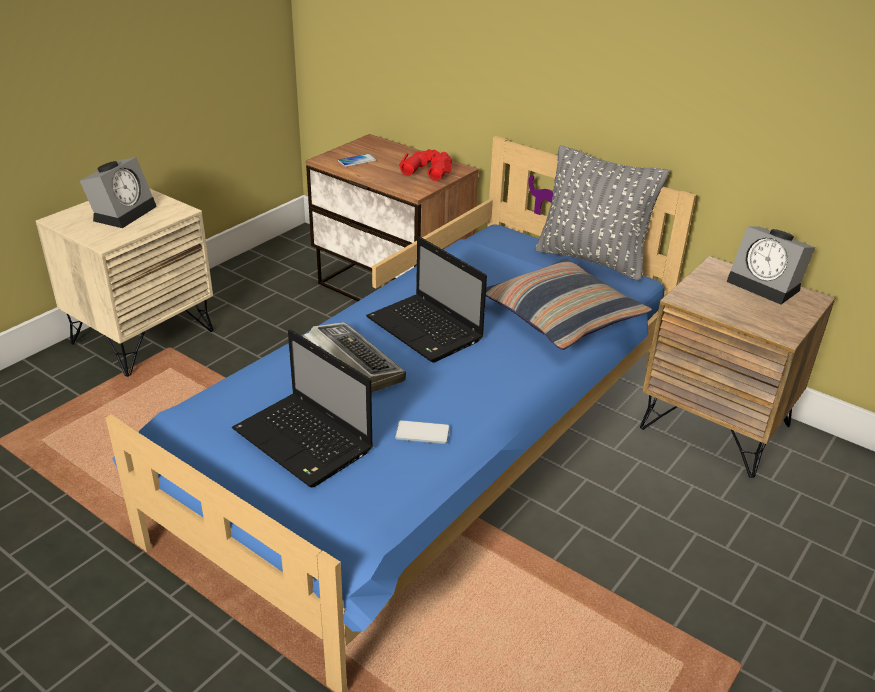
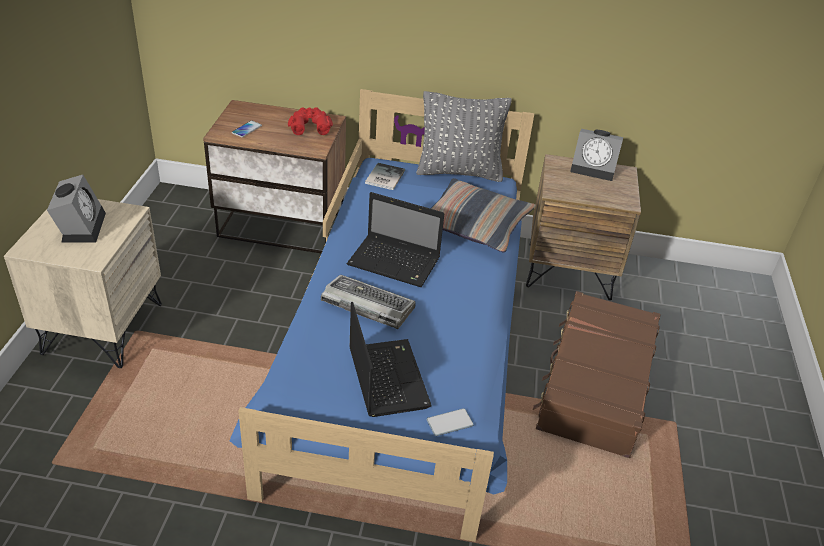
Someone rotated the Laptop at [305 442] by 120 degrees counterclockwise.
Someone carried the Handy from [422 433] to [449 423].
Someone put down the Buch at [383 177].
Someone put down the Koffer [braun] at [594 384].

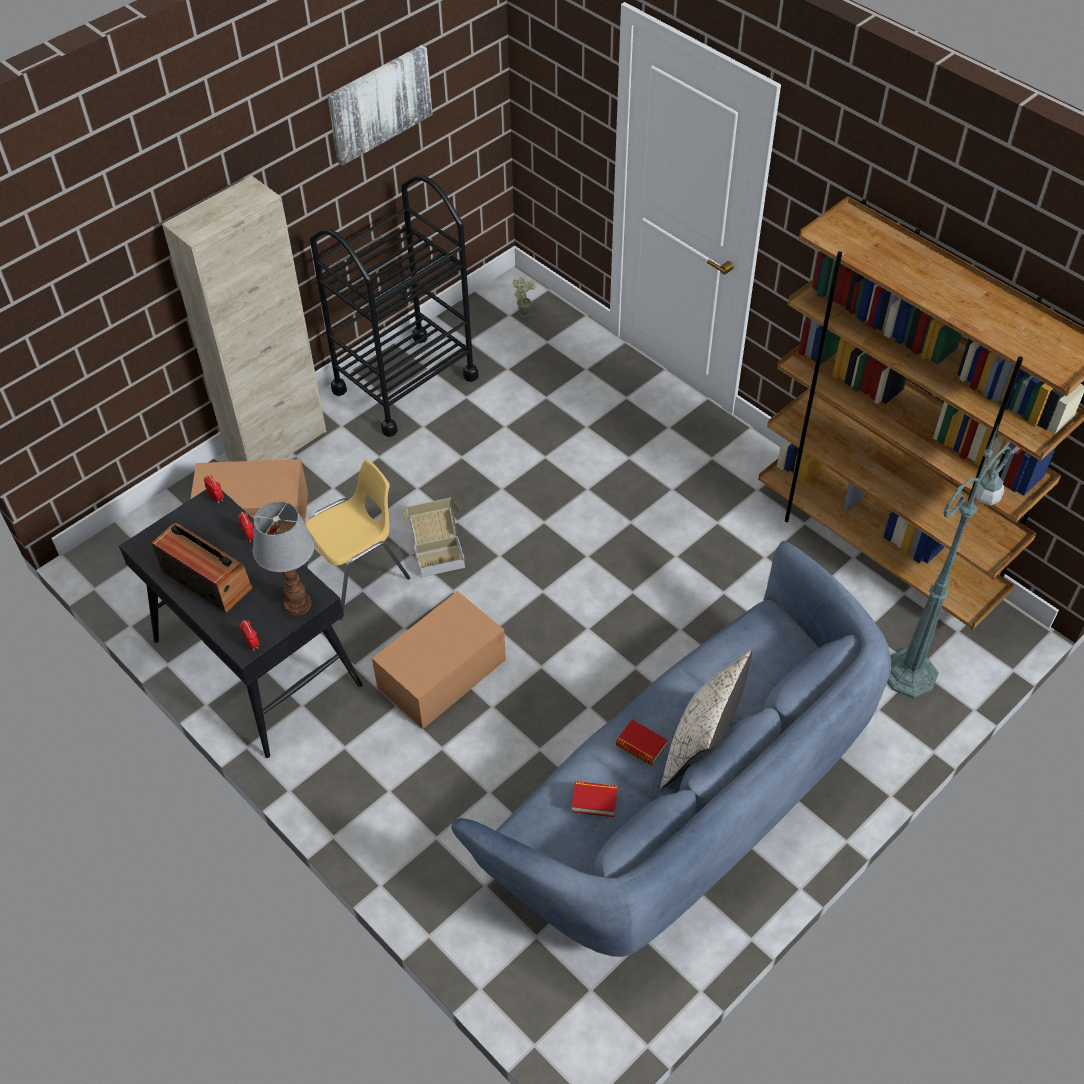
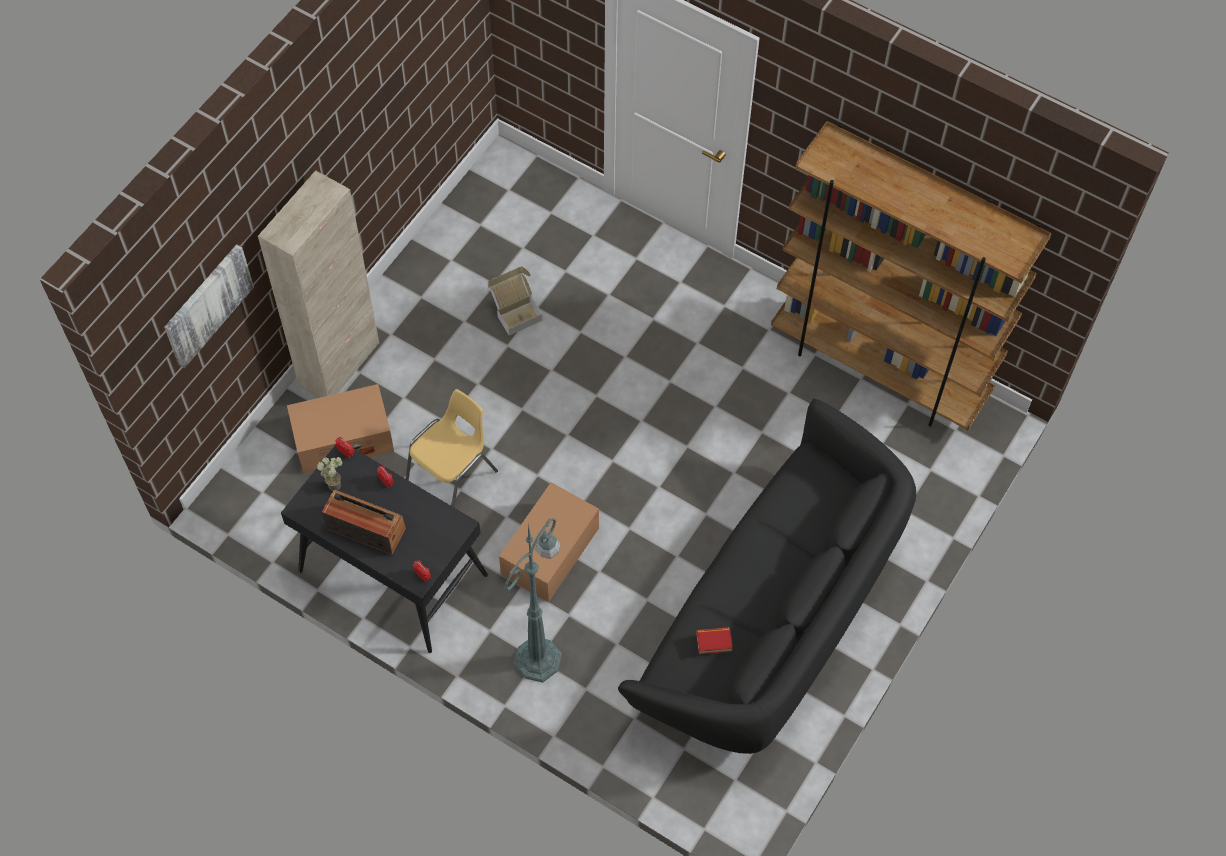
Someone took away the Tischlampe at [298 603].
Someone took away the Rollwagen [schwarz] at [405 384].
Someone carried the Bild from [379 103] to [207 304].
Someone carried the Karton from [437 551] to [515 311].
Someone repainted the Sofa [blau] at [685 801], which became the Sofa [schwarz] at [771 618].
Someone carried the Topfpflanze from [525 311] to [335 482].
Someone took away the Buch at [641 745].
Someone took away the Kissen [beige] at [701 747].
Someone carried the Stehlampe [grün] from [911 672] to [539 657].

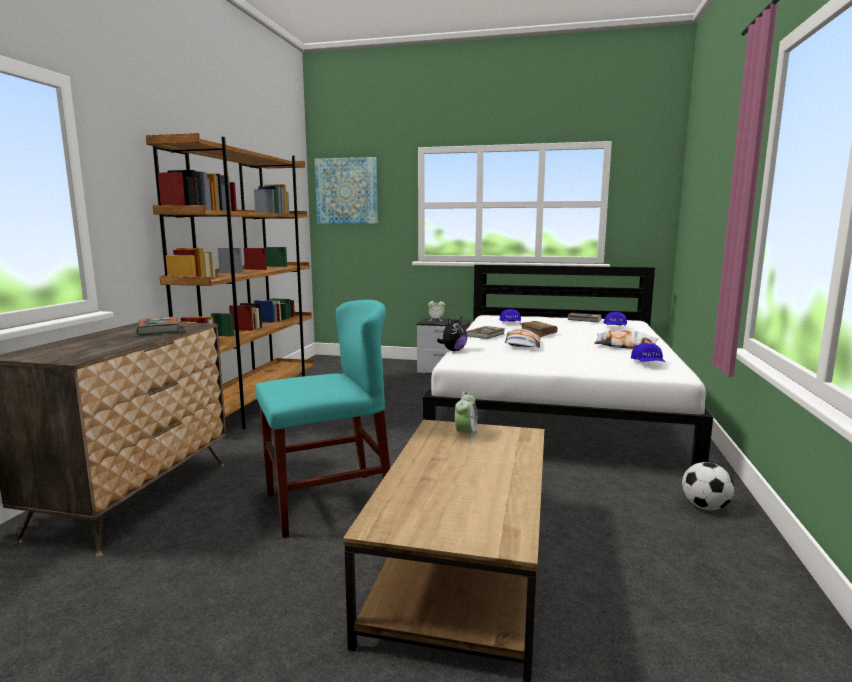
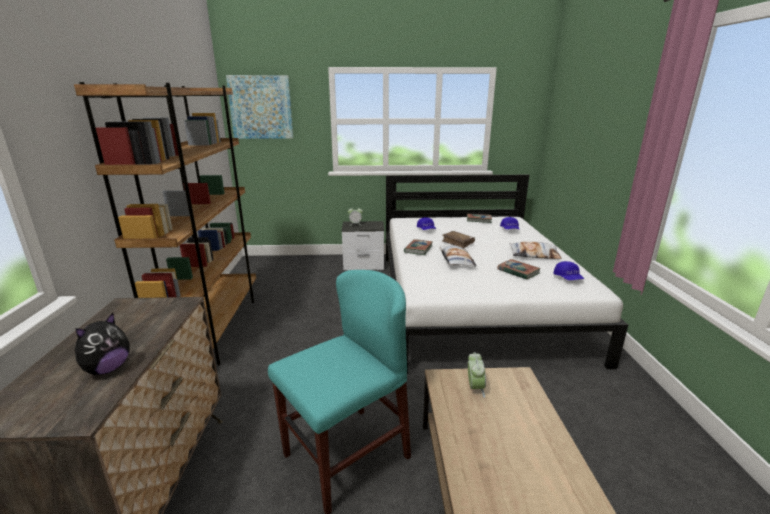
Someone carried the Buch from [158 330] to [518 271].
Someone carried the Plüschtier from [453 350] to [107 369].
Someone took away the Fußball at [705 507].

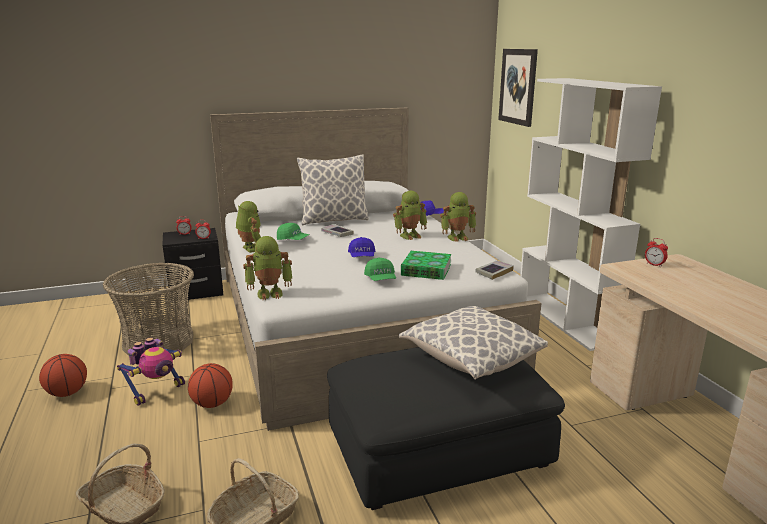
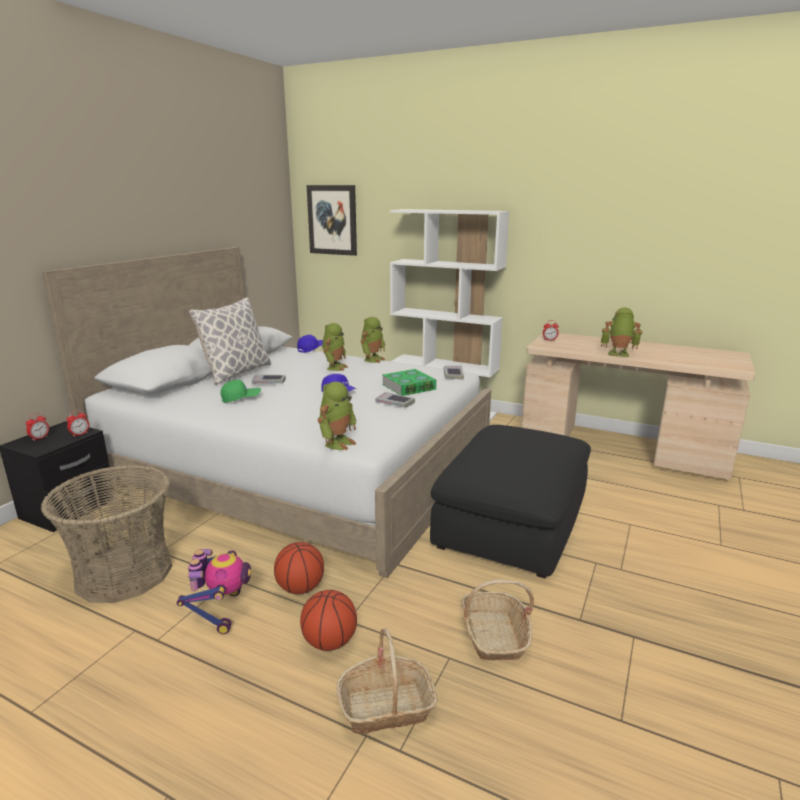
Someone carried the Basketball from [67 393] to [329 642].
Someone carried the Spielzeugroboter from [250 249] to [618 354].
Someone swapped the Kappe [grün] at [381 279] for the Buch at [395 403].
Someone took away the Kissen at [470 359].

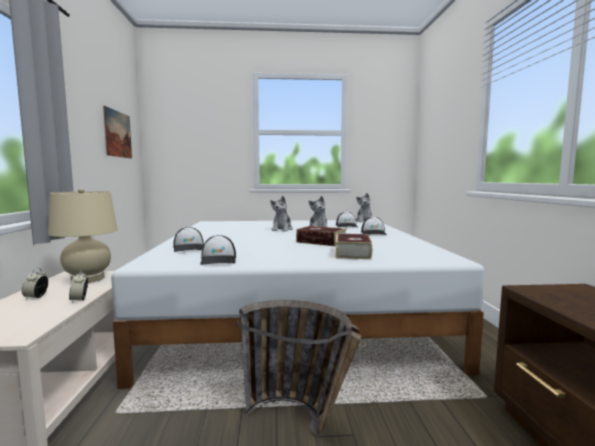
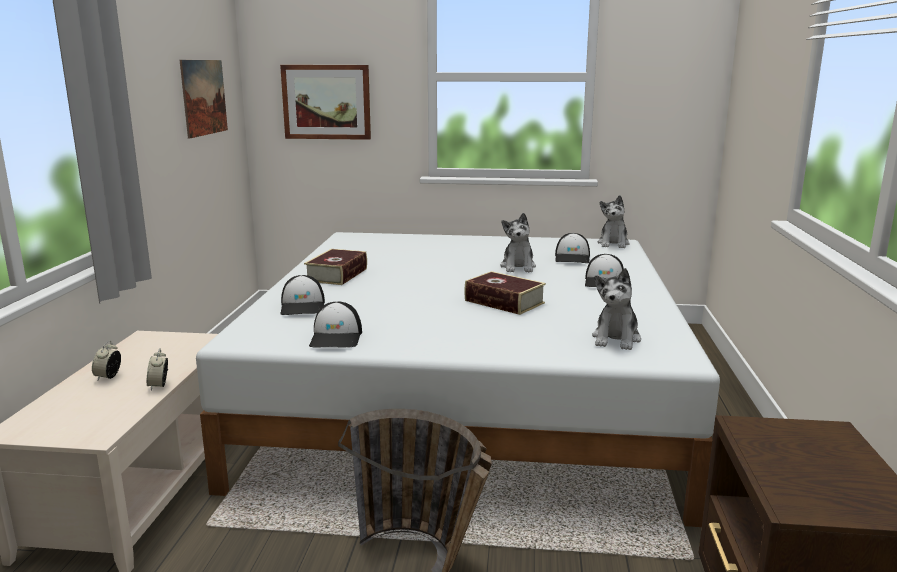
Someone took away the Tischlampe [beige] at [88 279].
Someone carried the Plüschtier from [282 229] to [616 339].
Someone carried the Buch from [352 253] to [337 275].
Someone put up the Bild at [326 102].

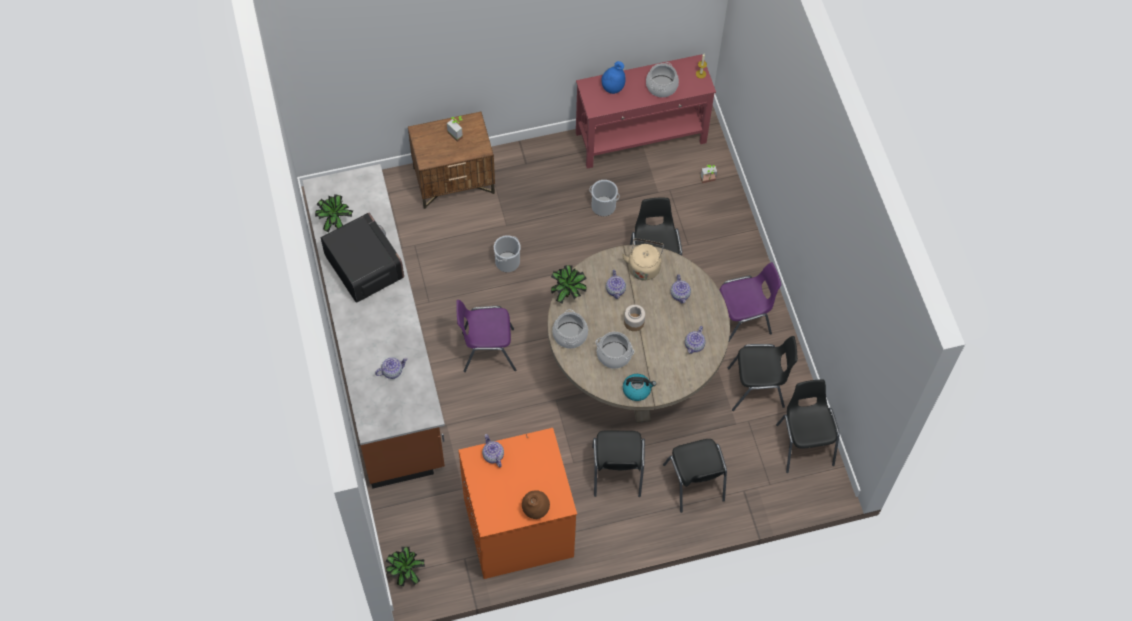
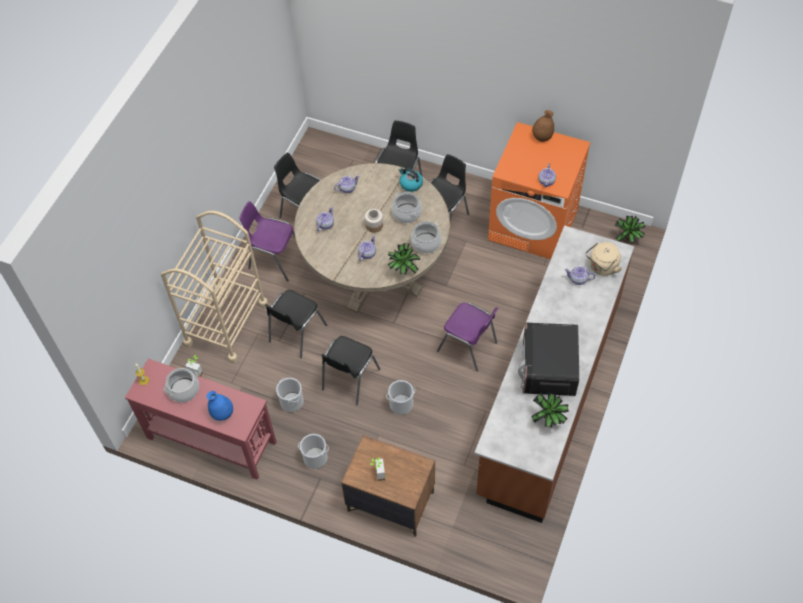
Someone carried the Wasserkessel [beige] from [644 266] to [602 267].
Someone carried the Stuhl [schwarz] from [804 443] to [349 380].
Someone put down the Rollwagen [beige] at [226 324].
Someone put down the Eimer at [315 458].

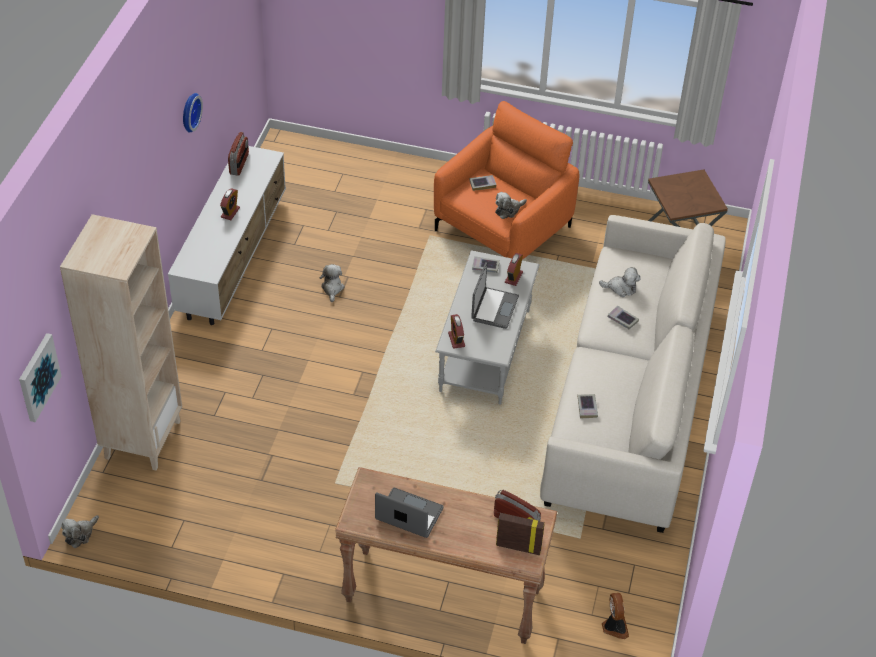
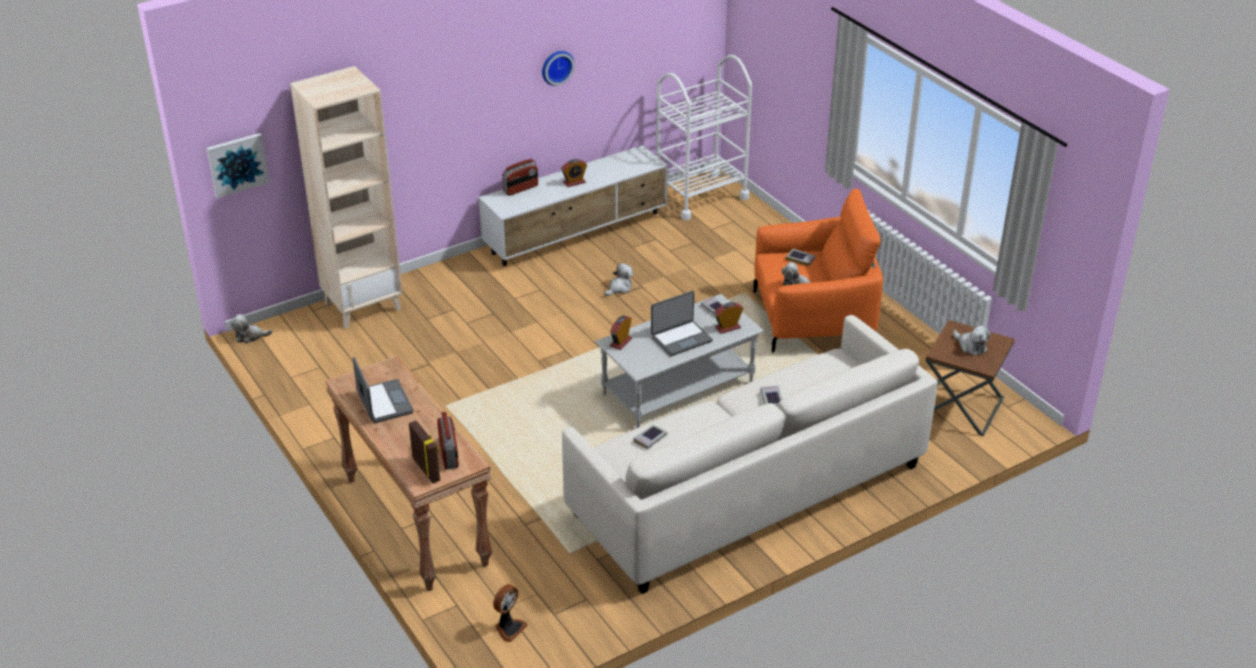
Someone carried the Radio from [239 164] to [521 189].
Someone carried the Plüschtier from [621 288] to [970 346].
Someone put down the Rollwagen [weiß] at [700 196].

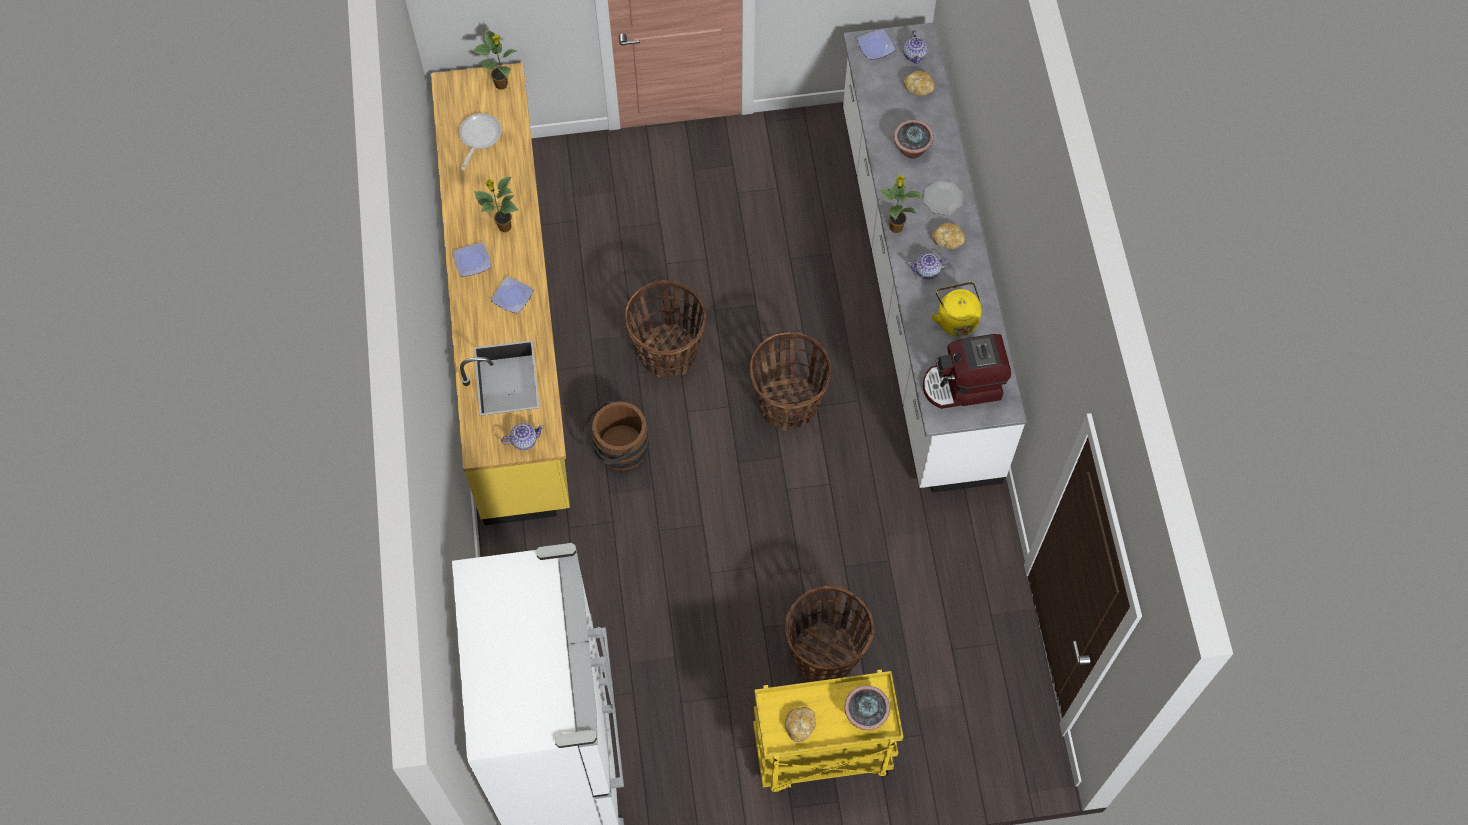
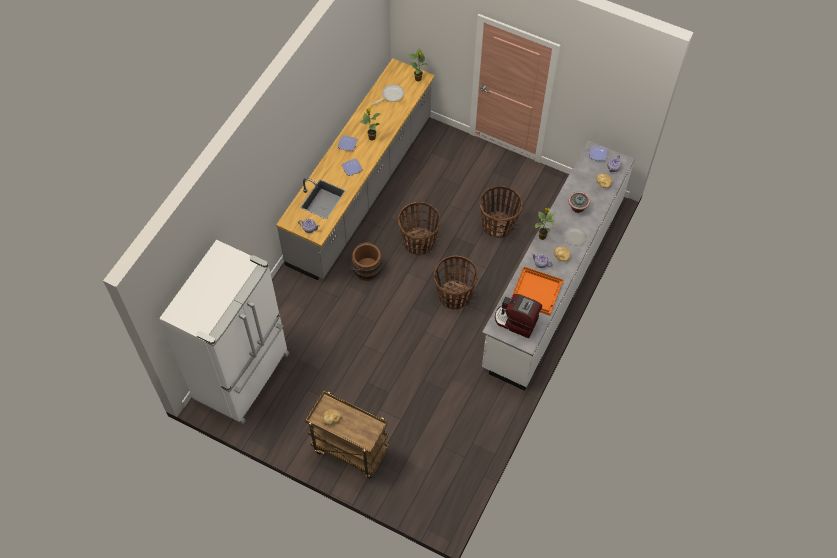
Someone repainted the Küchenzeile [gelb] at [511 324], which became the Küchenzeile [grau] at [361 190].
Someone repainted the Rollwagen [gelb] at [821 753], which became the Rollwagen [braun] at [349 450].
Someone carried the Korb from [825 653] to [498 225].
Someone took away the Topfpflanze at [865 715].
Someone swapped the Wasserkessel [gelb] at [955 318] for the Tablett [orange] at [537 291].

